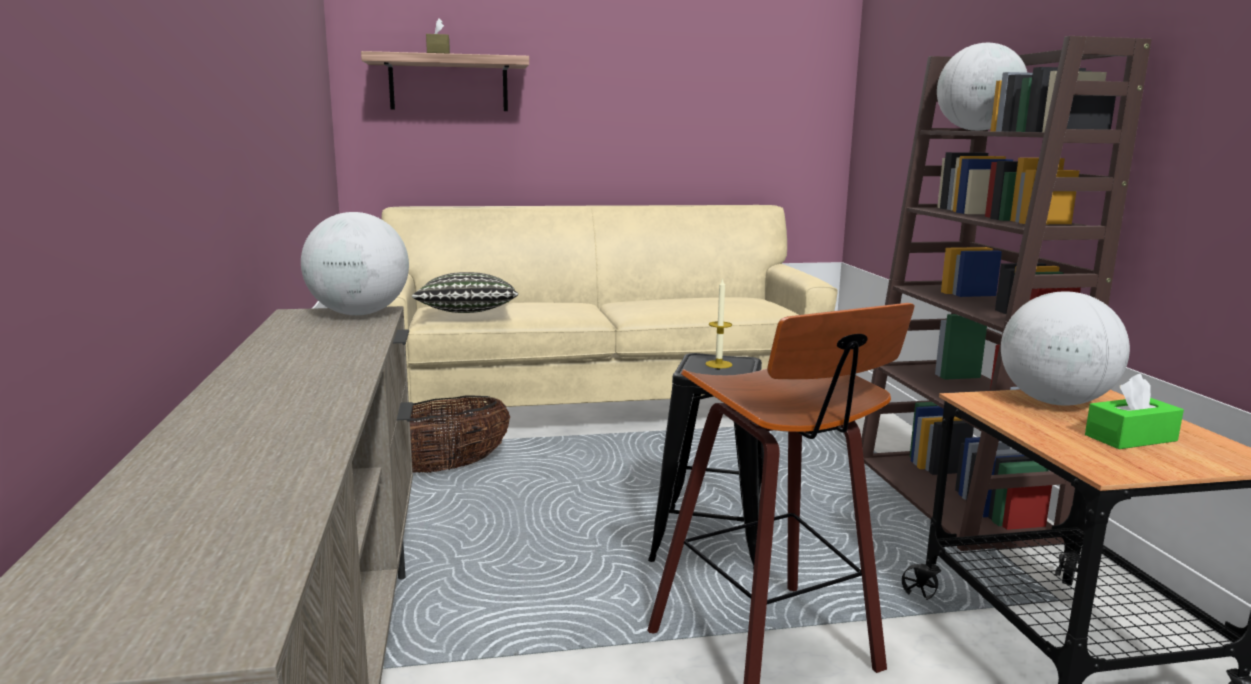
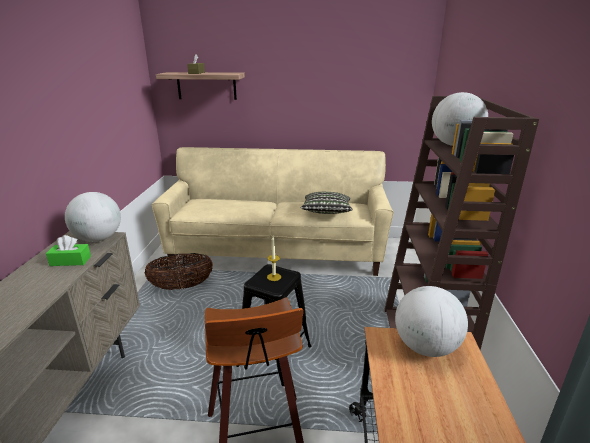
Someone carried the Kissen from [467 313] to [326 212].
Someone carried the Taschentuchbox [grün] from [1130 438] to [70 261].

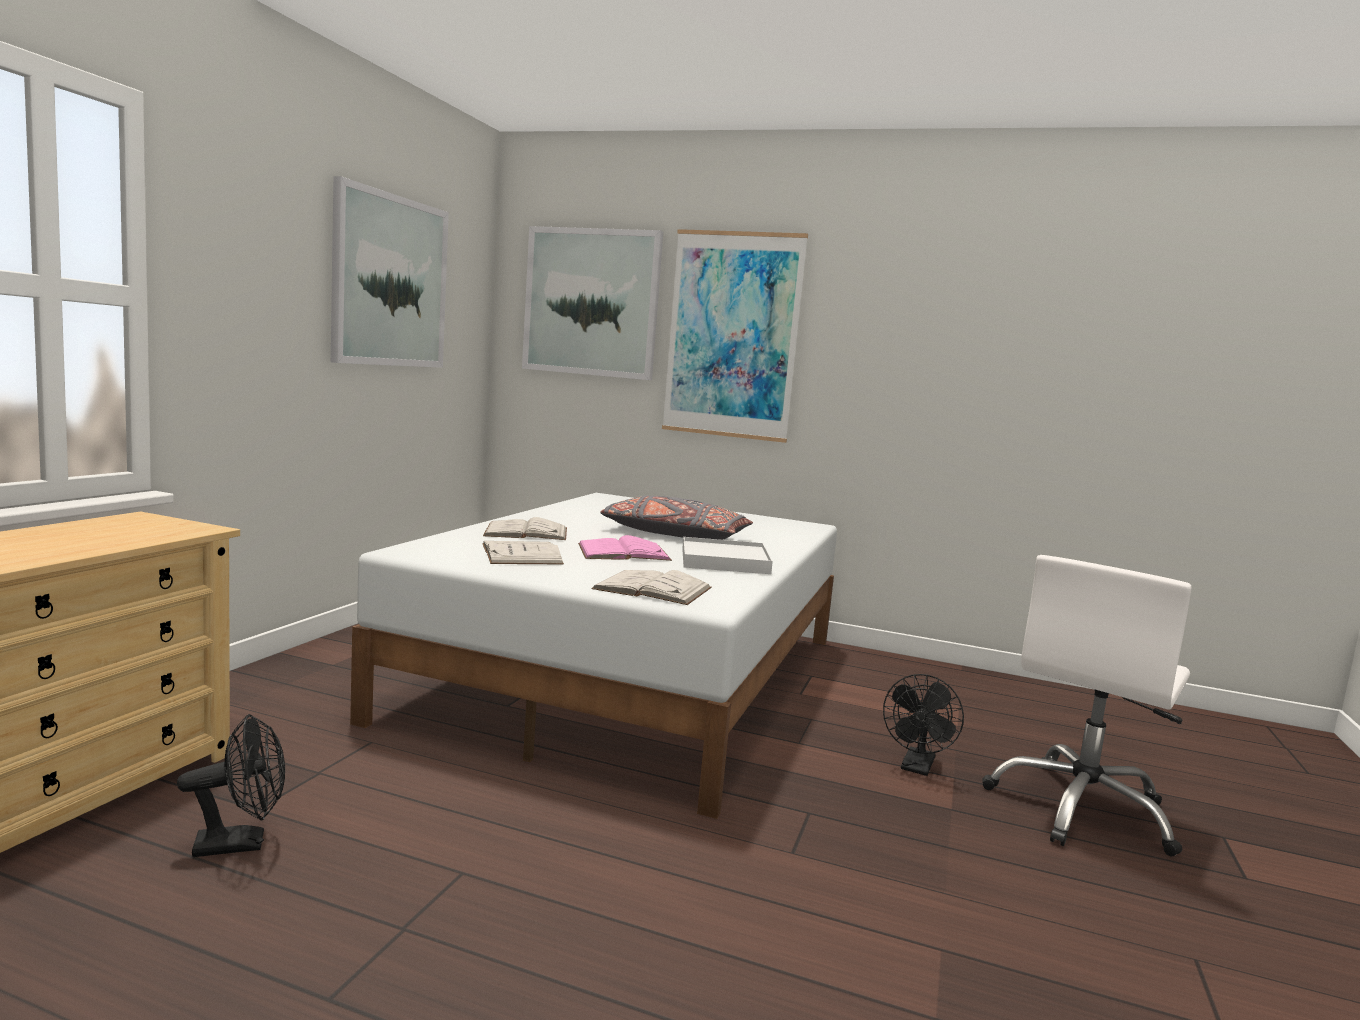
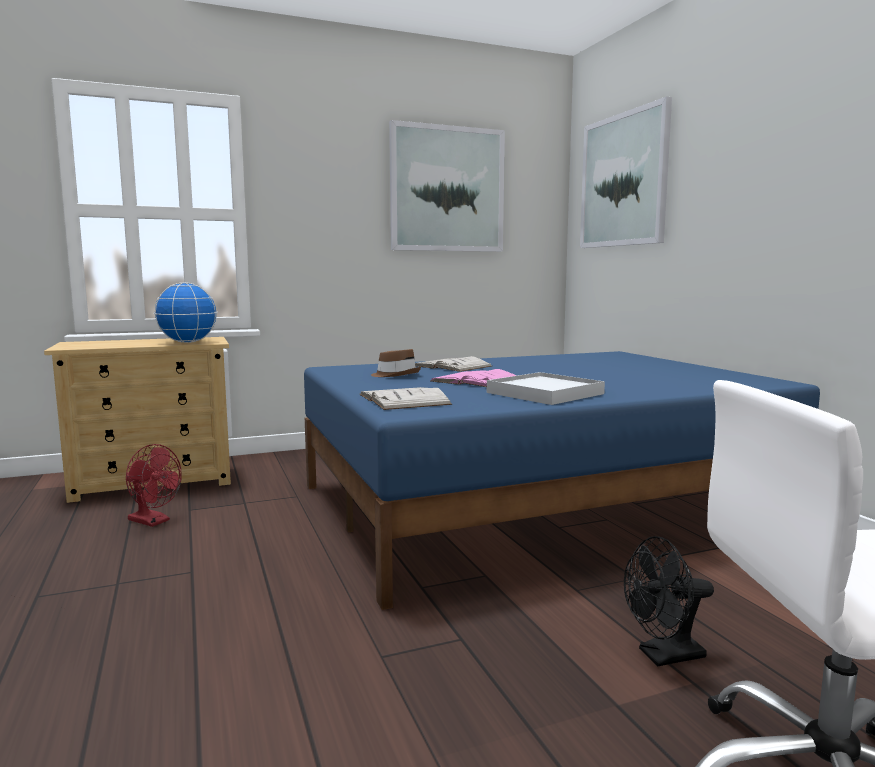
Someone repainted the Ventilator [schwarz] at [241 843], which became the Ventilator [rot] at [153 521].
Someone repainted the Bett [weiß] at [633 676], which became the Bett [blau] at [537 504].
Someone swapped the Buch [weiß] at [521 554] for the Hut [braun] at [395 375].
Someone took away the Kissen [grau] at [674 535].
Someone took away the Bild at [732 335].
Someone put down the Globus at [187 342].

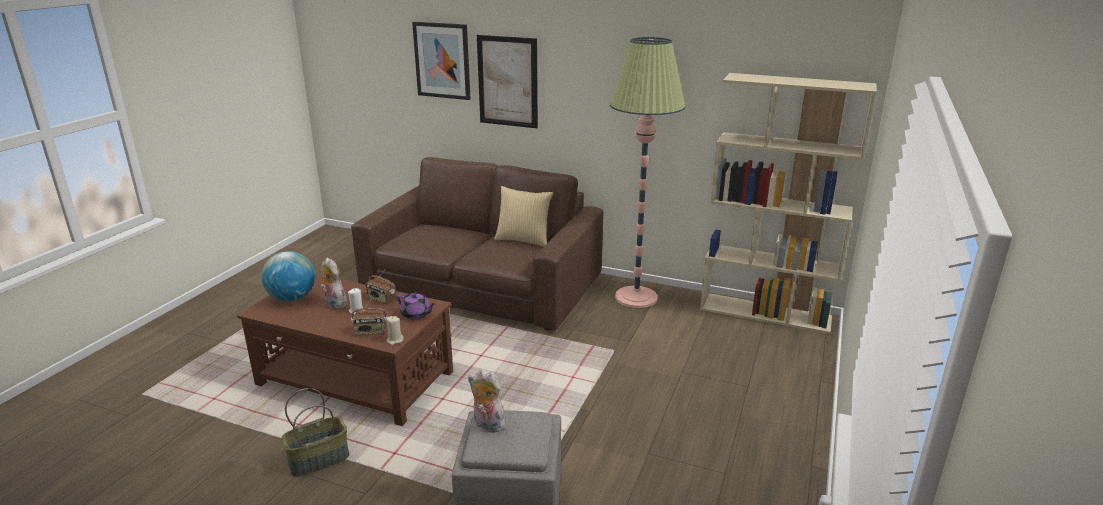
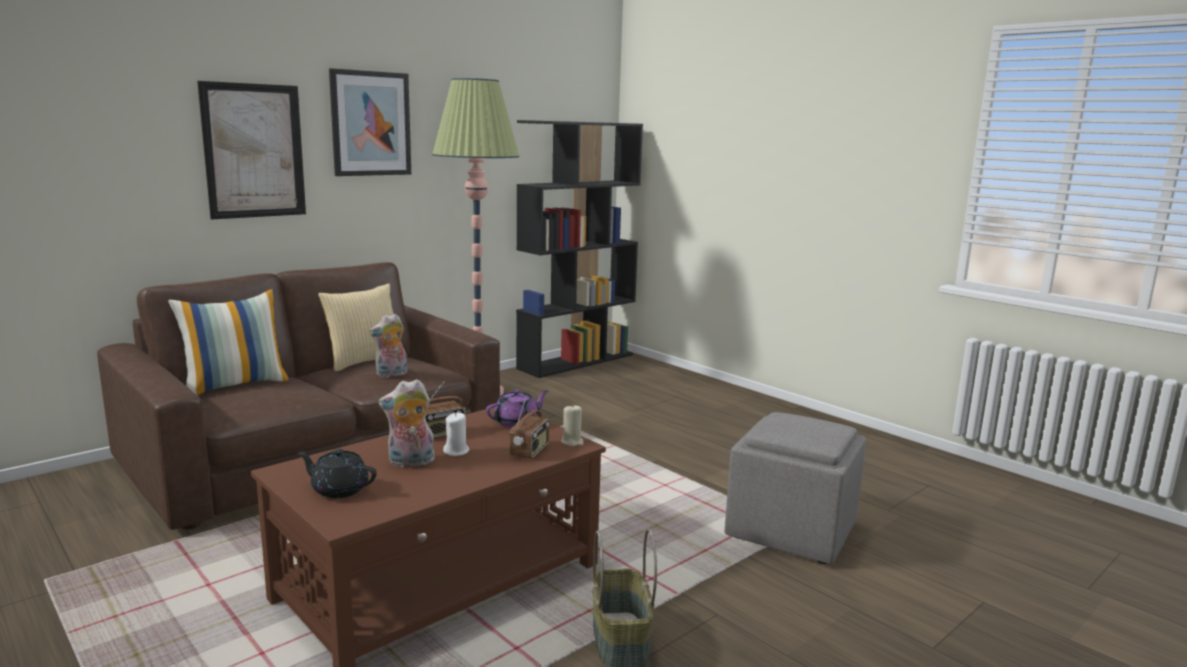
Someone swapped the Globus at [292 298] for the Teekanne [schwarz] at [339 489].
Someone carried the Bild from [442 60] to [370 123].
Someone carried the Plüschtier from [487 425] to [391 374].
Someone repainted the Bücherregal [beige] at [766 313], which became the Bücherregal [schwarz] at [576 361].
Someone put down the Kissen at [236 385].

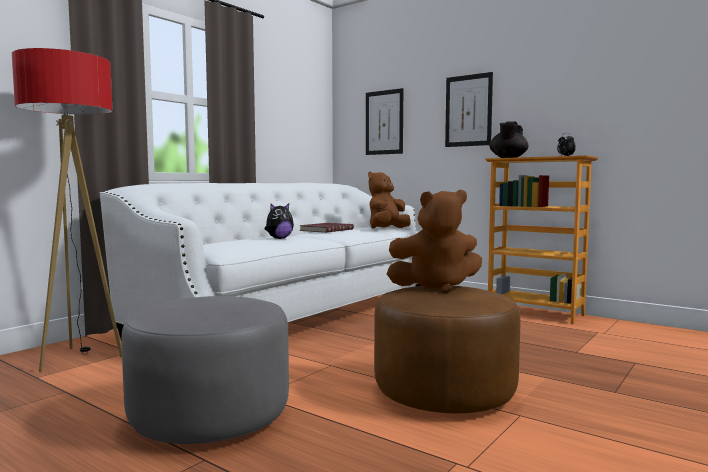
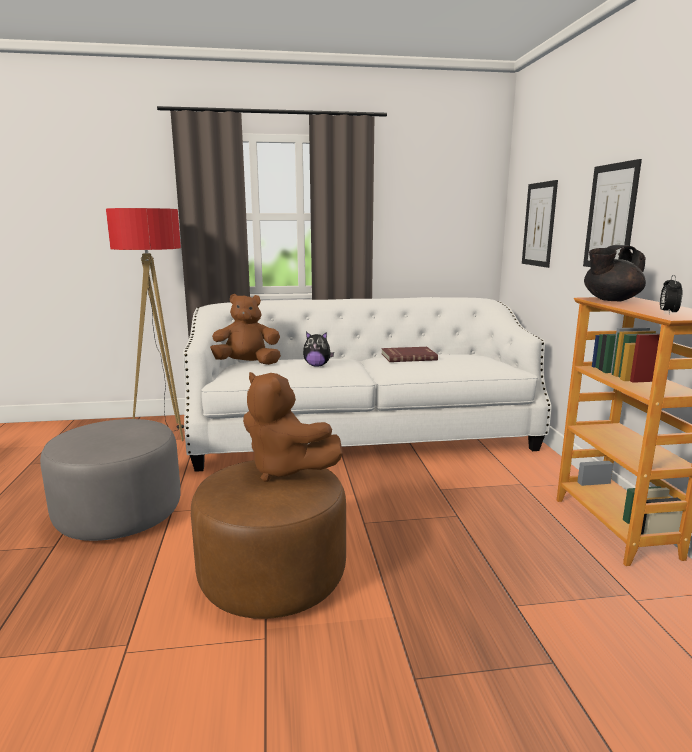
Someone carried the Plüschtier [braun] from [387 229] to [246 364].

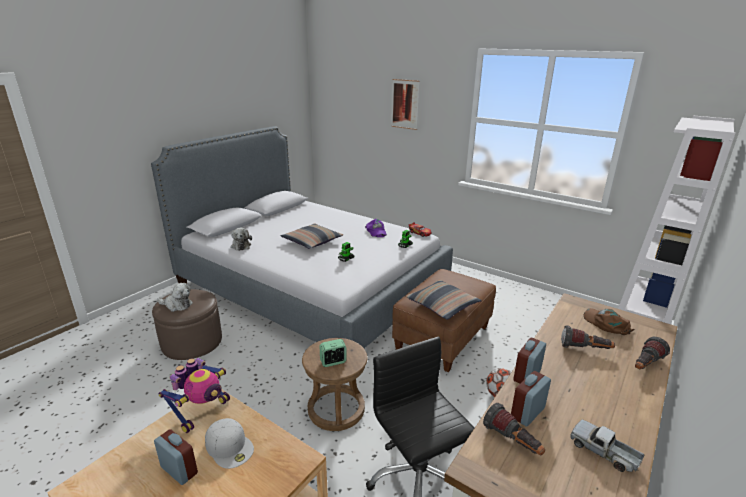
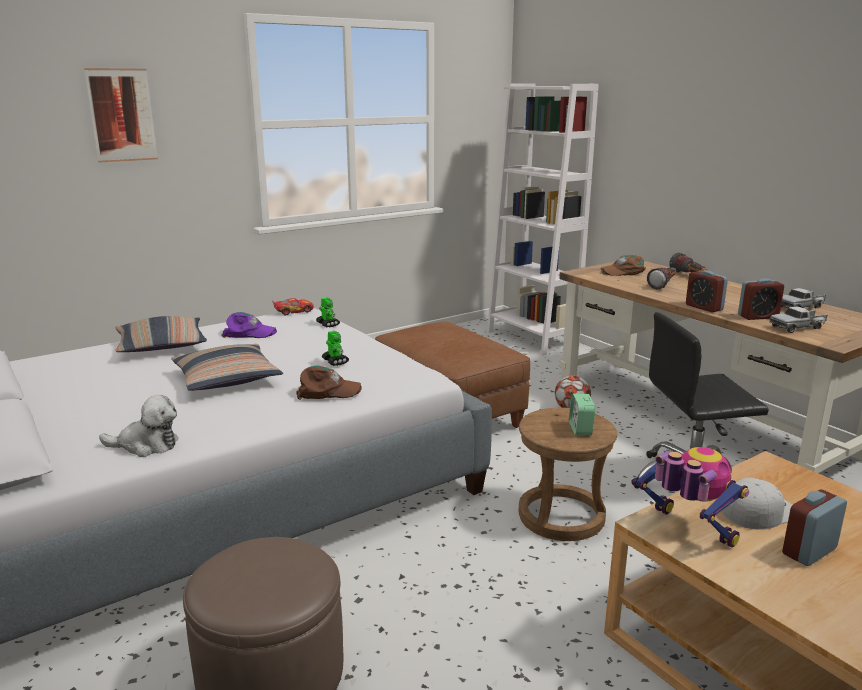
Someone took away the Plüschtier at [177 305].
Someone carried the Kissen from [442 305] to [161 345].
Someone swapped the Taschenlampe at [513 442] for the Spielzeuglaster at [797 327].
Someone rotated the Wecker at [527 412] by 75 degrees counterclockwise.
Someone put down the Kappe [braun] at [328 391].

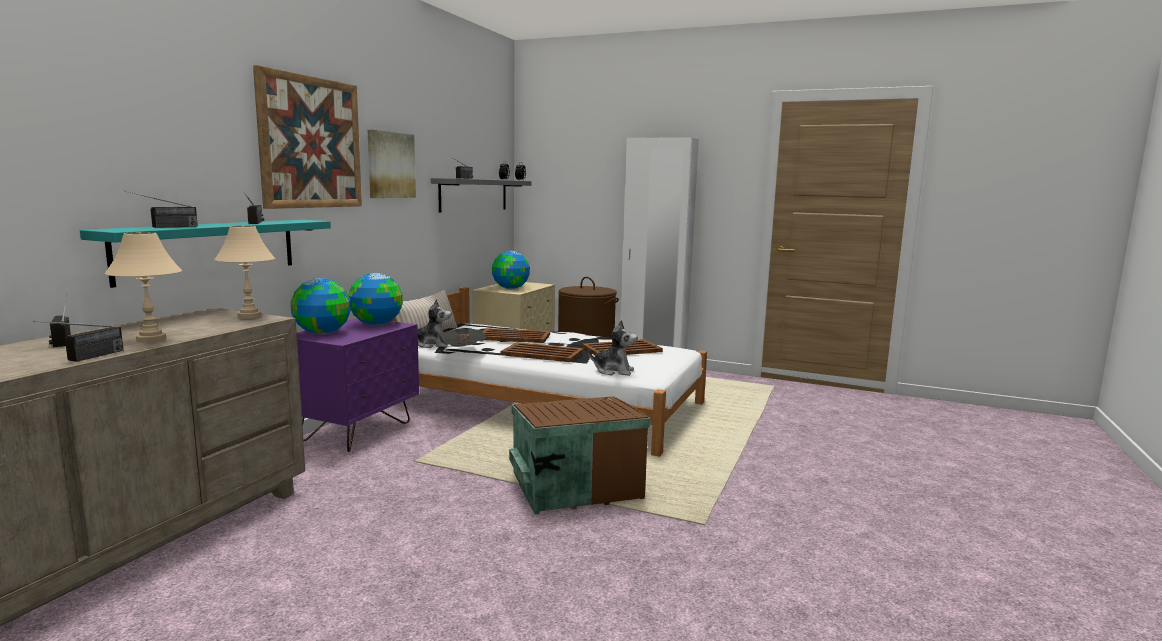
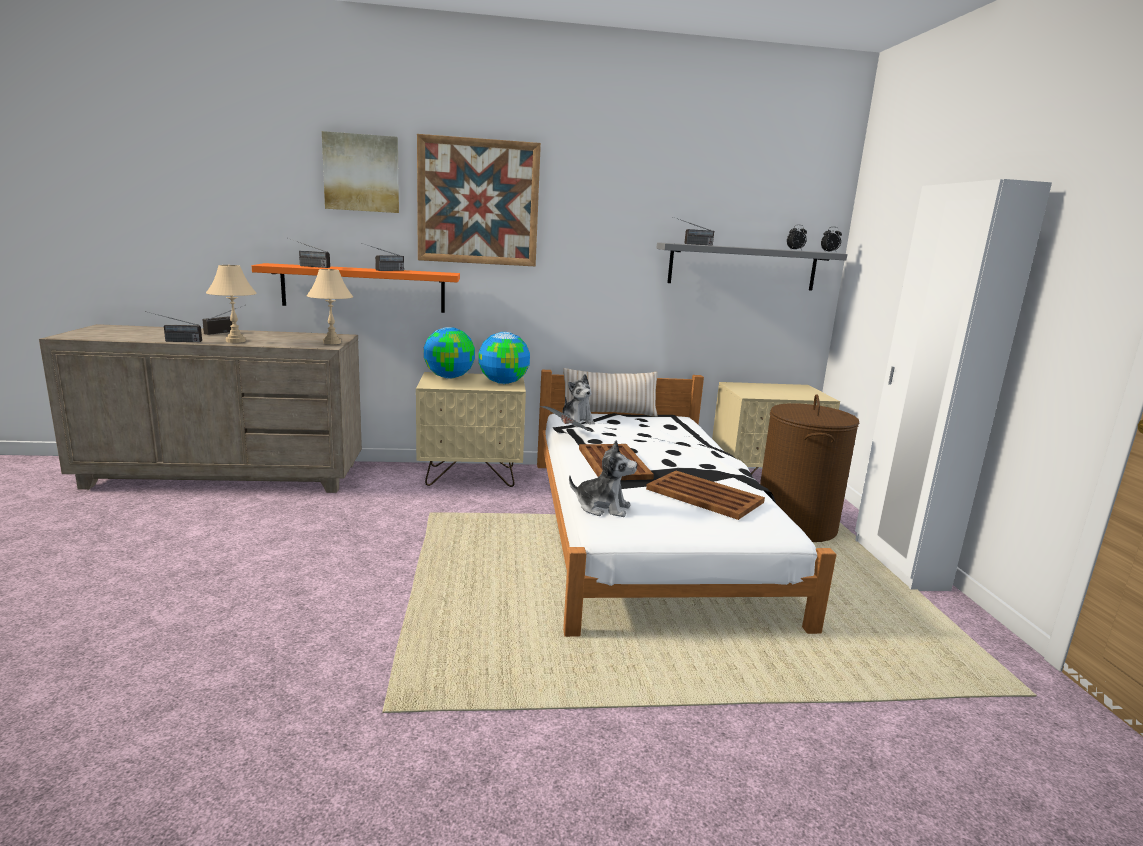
Someone repainted the Wandregal [türkis] at [210 249], which became the Wandregal [orange] at [364 288].
Someone repainted the Nachttisch [lila] at [356 431], which became the Nachttisch [beige] at [471 476].
Someone carried the Bild from [390 165] to [361 173].
Someone took away the Tablett [braun] at [515 337].
Someone took away the Globus at [510 288].
Someone took away the Aufbewahrungsbox [braun] at [574 485].
Someone rotated the Plüschtier at [613 371] by 60 degrees counterclockwise.

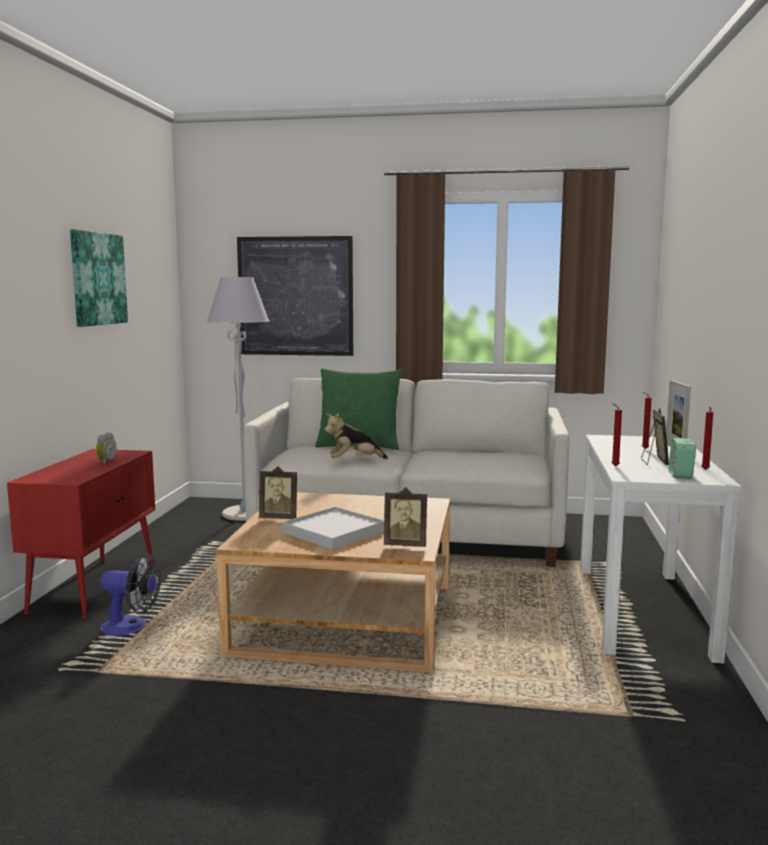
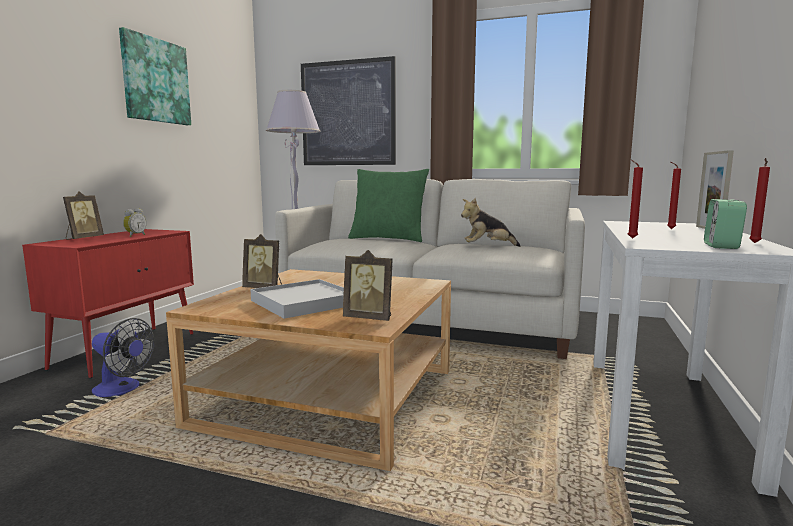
Someone carried the Plüschtier from [354 461] to [488 247].
Someone carried the Bilderrahmen from [654 462] to [83 238].

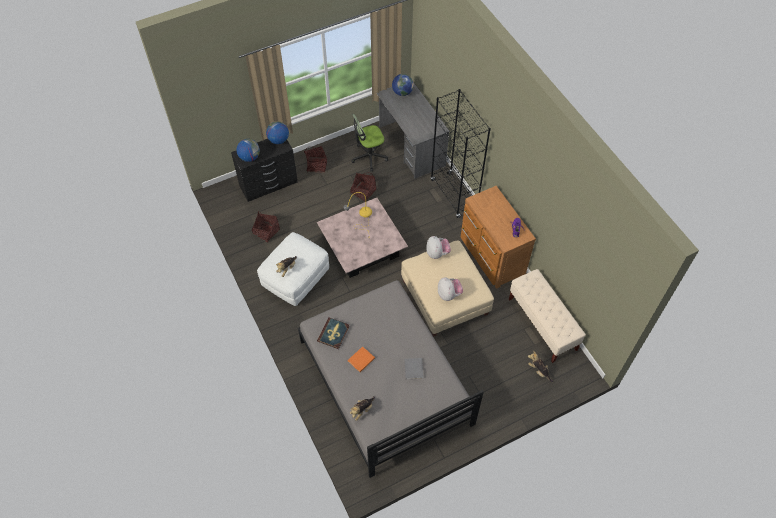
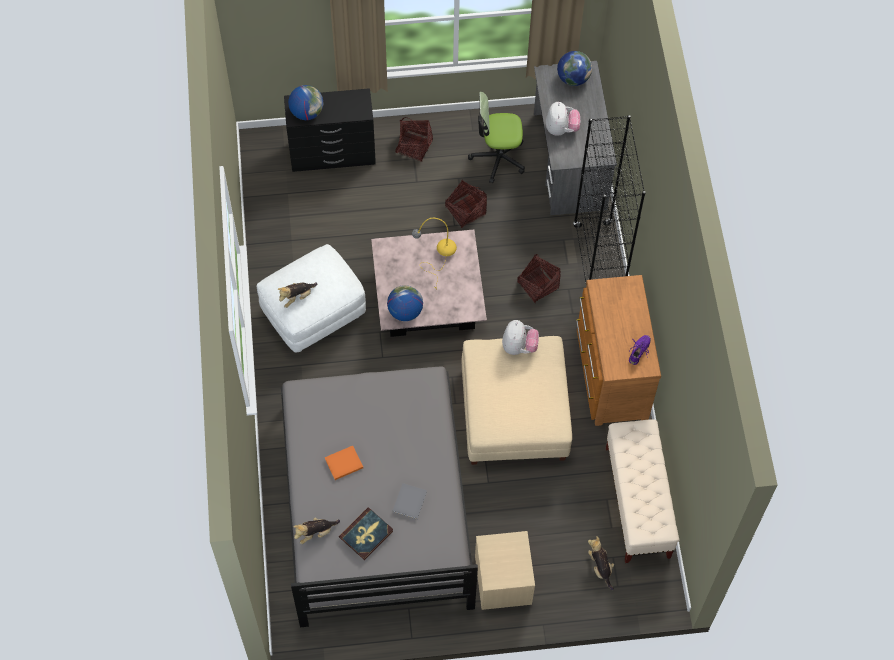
Someone carried the Korb from [266 231] to [538 285].
Someone carried the Globus from [278 140] to [405 311].
Someone carried the Buch from [333 334] to [366 534].
Someone carried the Plüschtier from [449 294] to [561 129].
Someone put down the Nachttisch [beige] at [503 580].

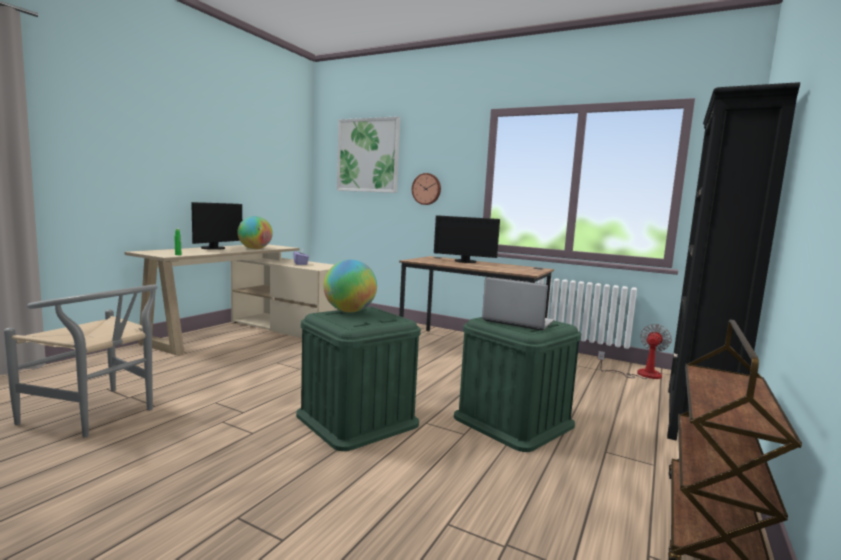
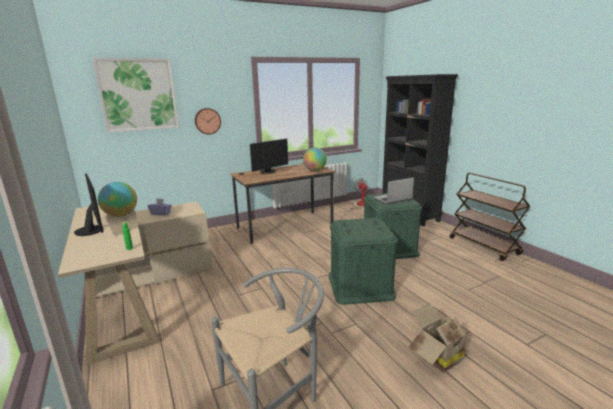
Someone carried the Globus from [349 311] to [315 170].
Someone put down the Karton at [436 357].

